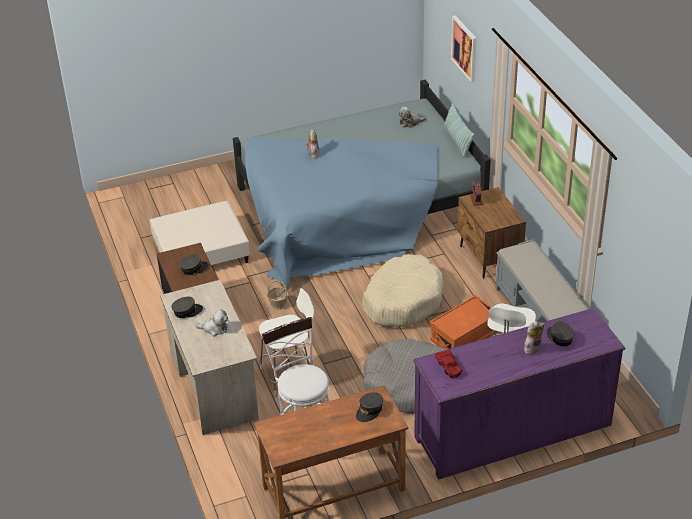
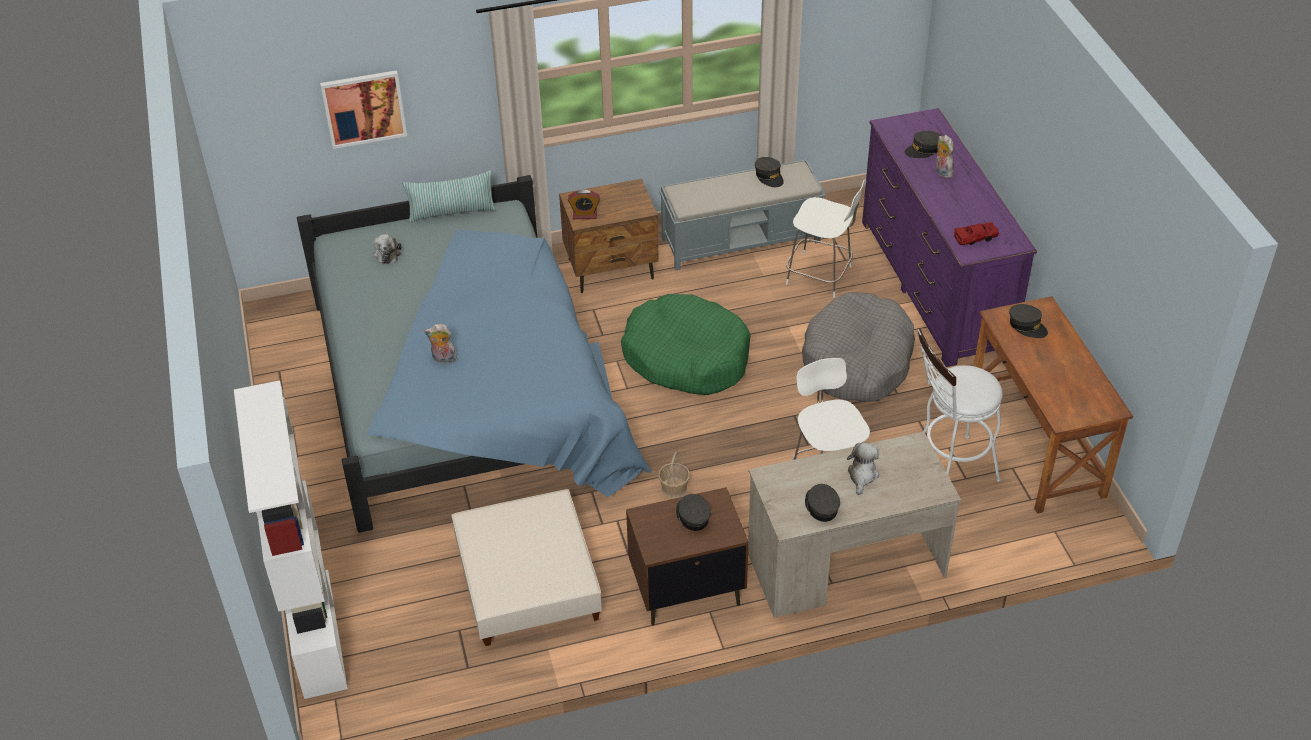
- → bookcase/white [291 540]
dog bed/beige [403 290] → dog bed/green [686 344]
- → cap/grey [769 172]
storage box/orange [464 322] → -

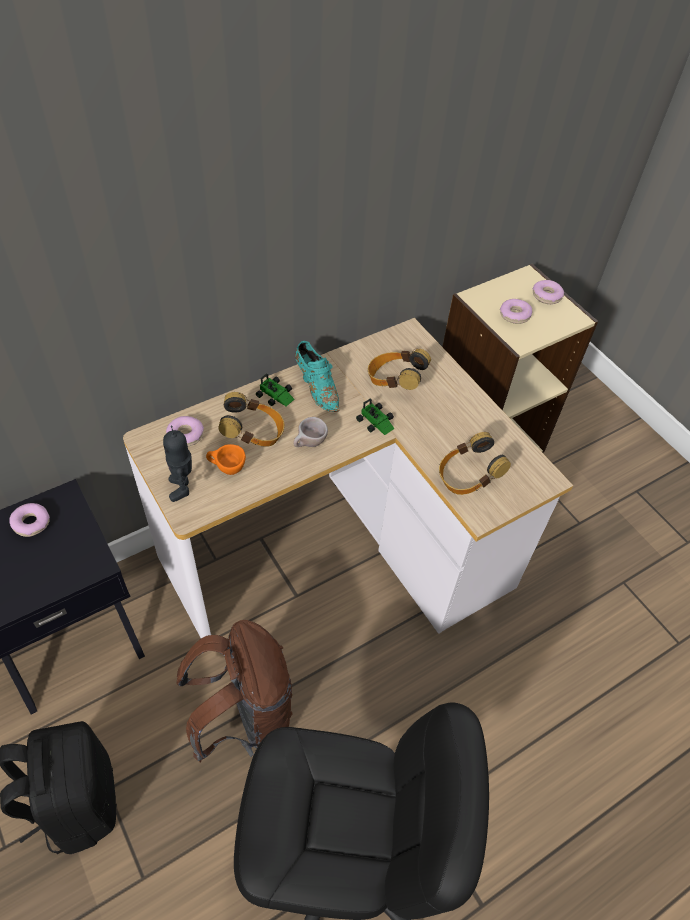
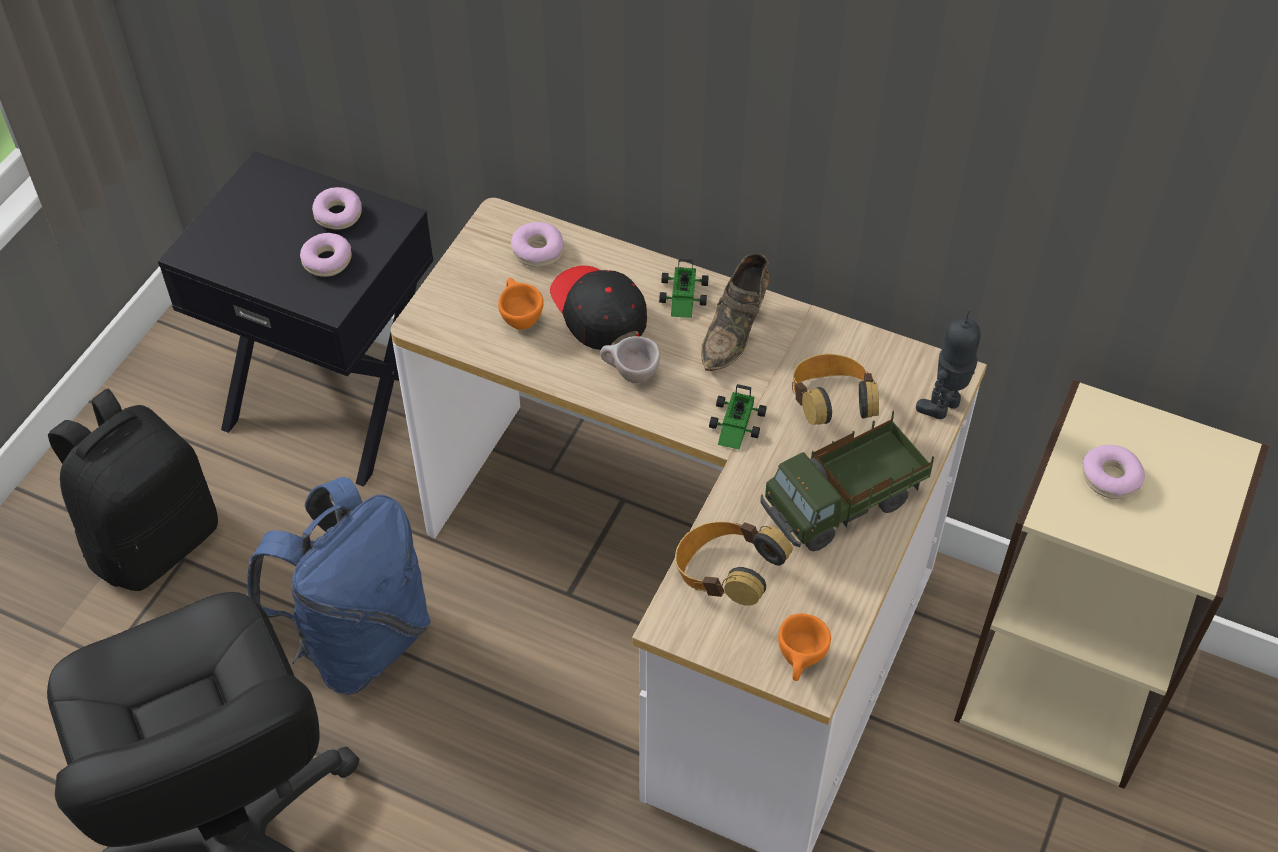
backpack/brown [234 691] → backpack/blue [339 586]
donut [548 292] → donut [326 255], shifted
headphones [251 419] → cap/black [598 308]
shoe/turquoise [317 376] → shoe/brown [735 312]
- → toy truck [847 480]
- → cup/orange [804 647]
toy robot [177 464] → toy robot [948 364], shifted

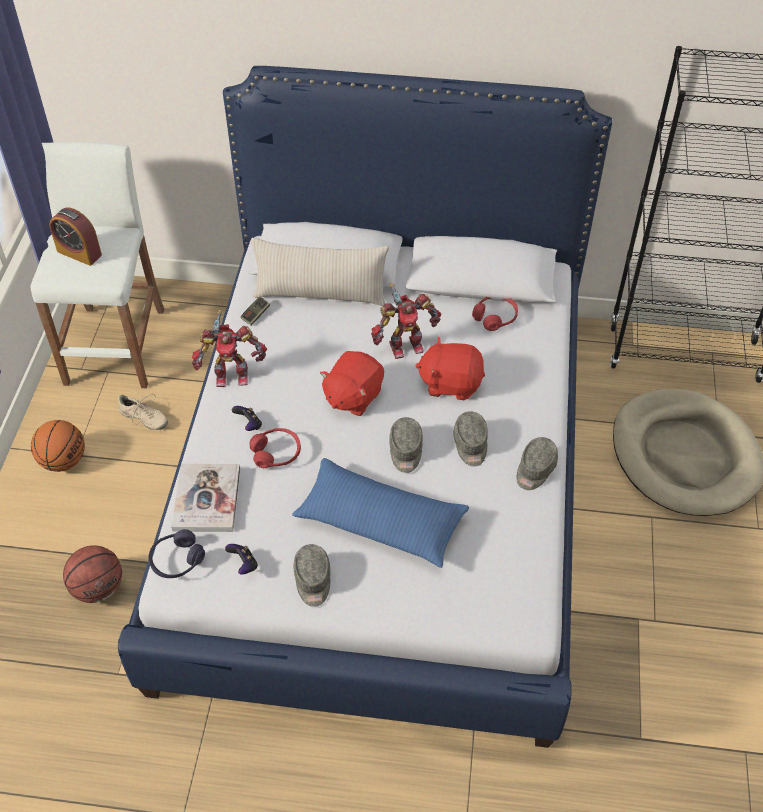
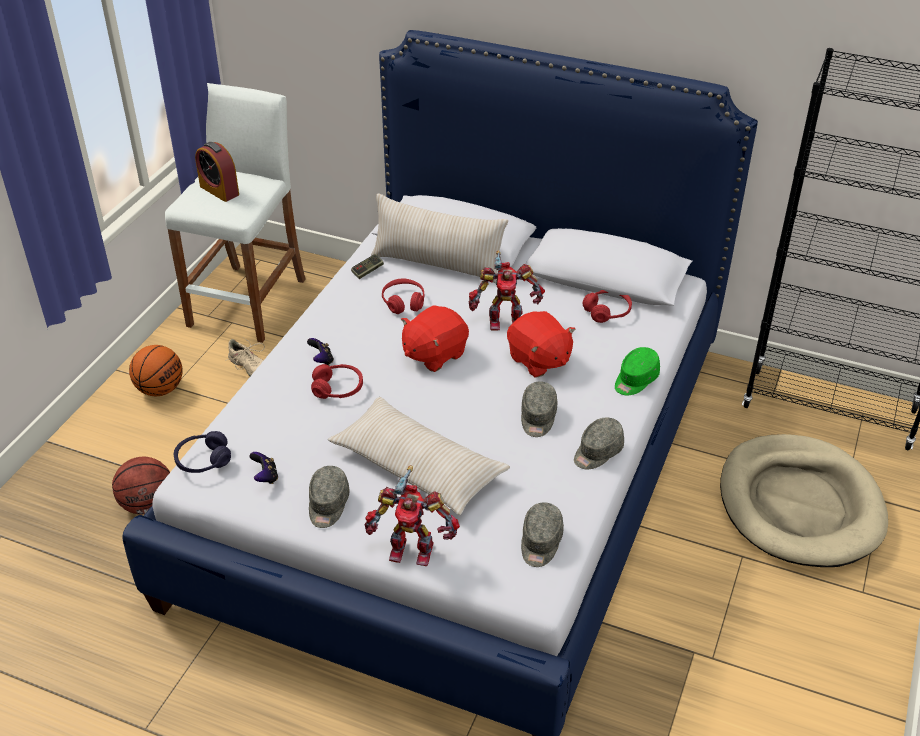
pillow/blue [380 513] → pillow/beige [419 456]
toy robot [229 348] → toy robot [412 515], shifted
- → headphones/red [403 296]
plush toy/red [450 368] → plush toy/red [541 344], 150 degrees counterclockwise
cap/grey [406 445] → cap/grey [542 534], shifted
- → cap/green [637 371]
book [205 497] → -

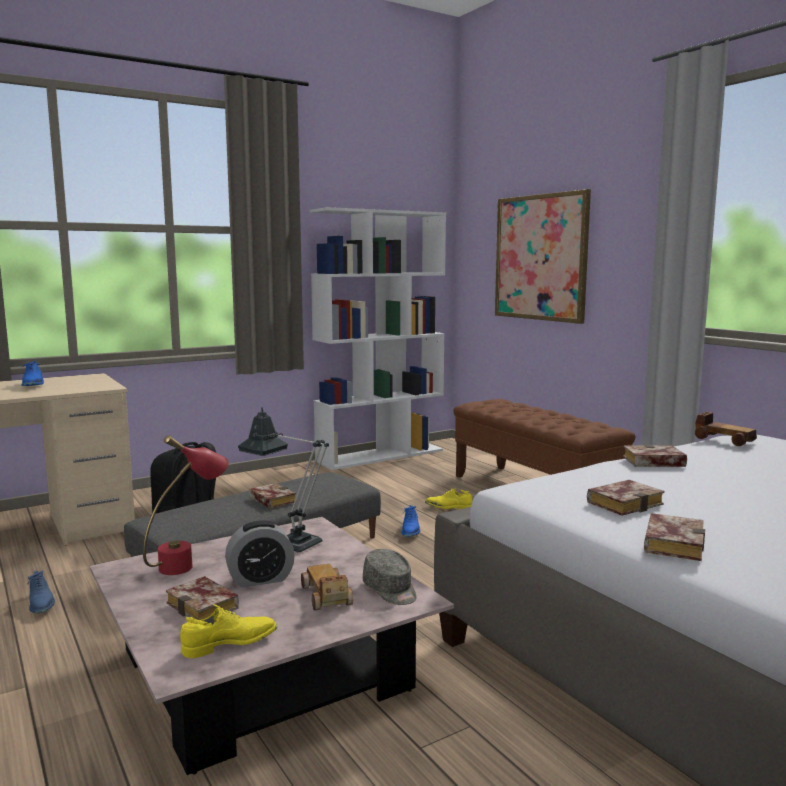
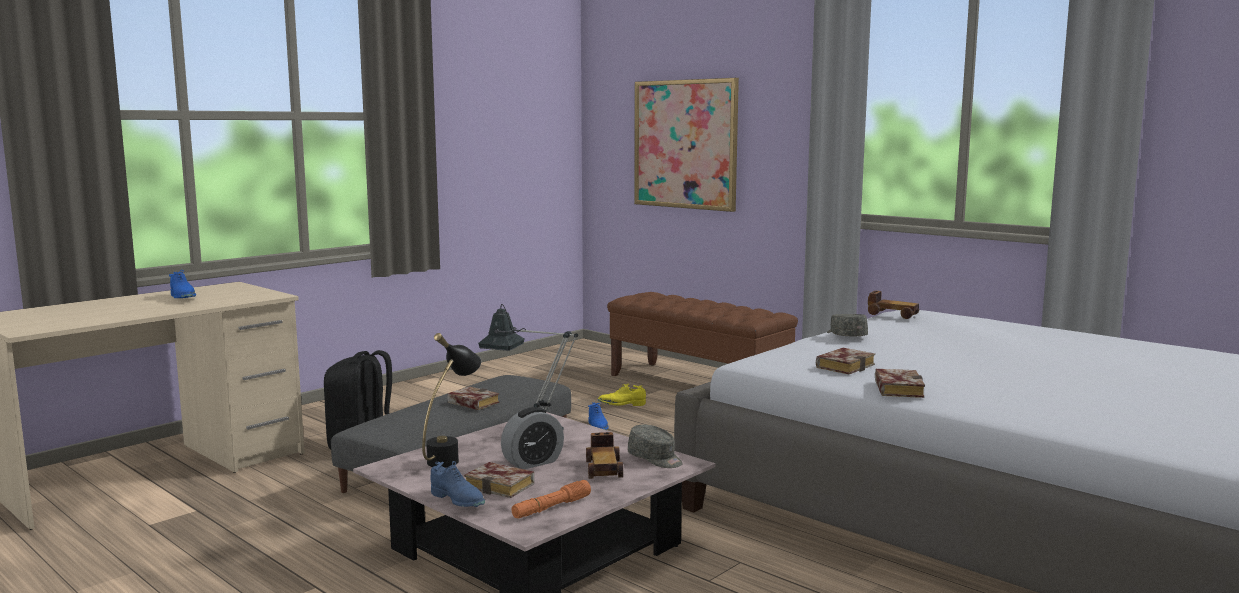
table lamp/red [186 505] → table lamp/black [451 400]
shoe/blue [41 592] → shoe/blue [458 484], shifted
shoe/yellow [228 631] → flashlight/orange [551 499]
toy car [327 587] → toy car [604 455], 150 degrees counterclockwise
book [655 455] → cap/grey [847 325]
bookcase/white [378 338] → -

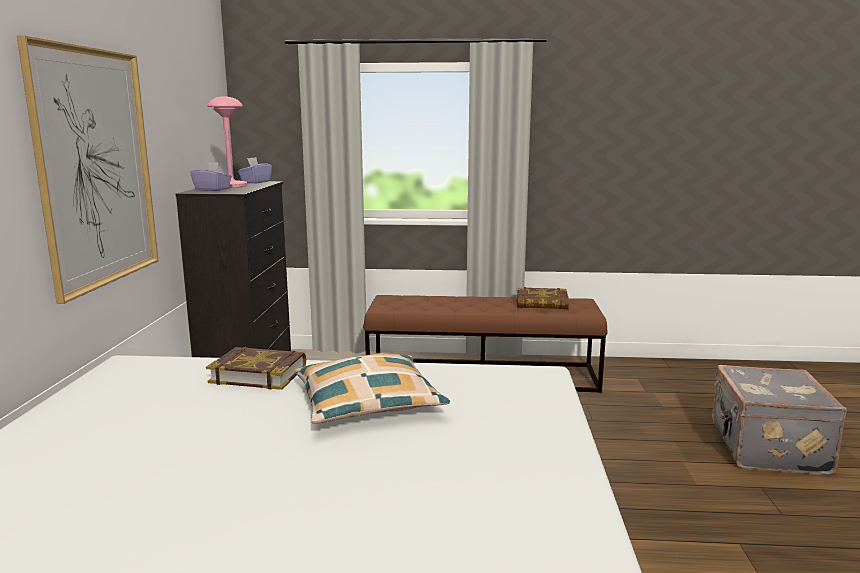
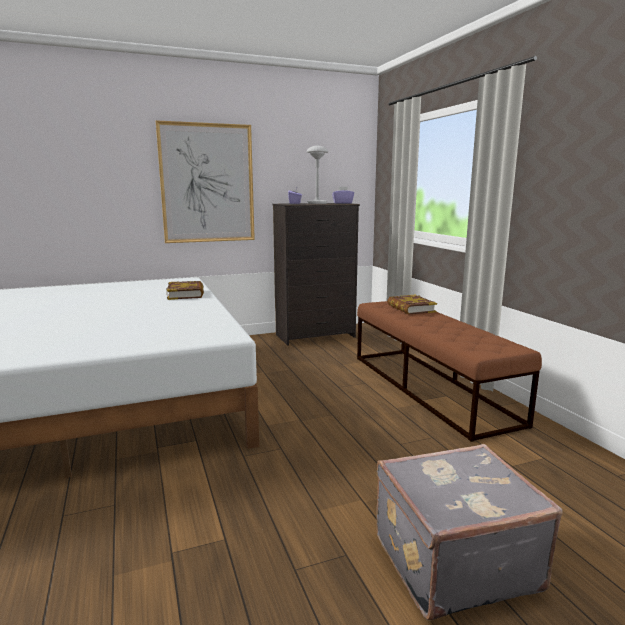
table lamp/pink [227 142] → table lamp/grey [317 175]
book [542 298] → book [412 305], shifted
pillow [372 388] → -

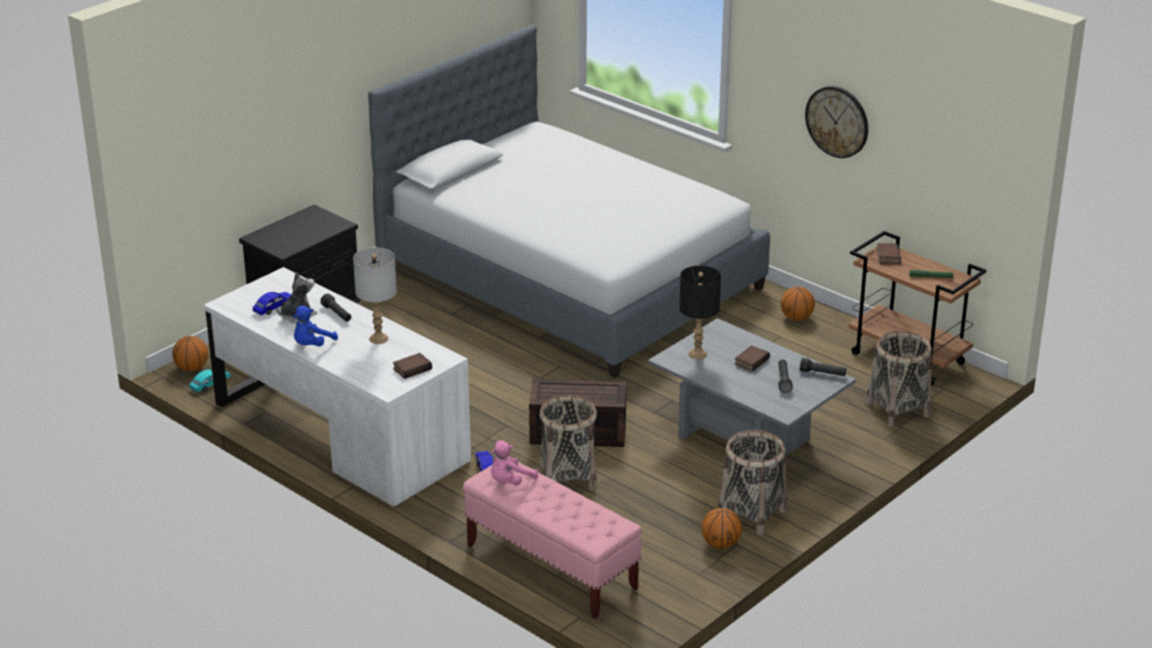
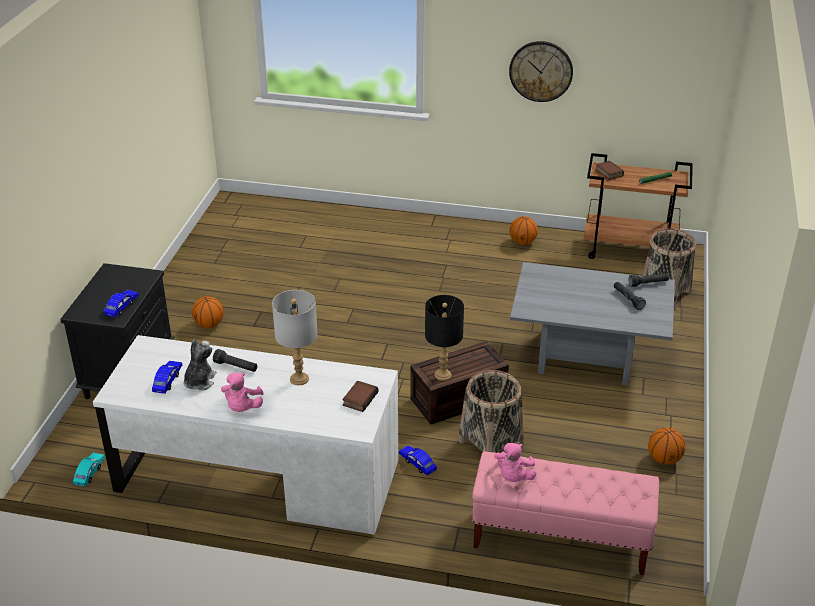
- → toy car/blue [121 303]
basketball [190 354] → basketball [208 312], shifted
plush toy/blue [315 325] → plush toy/pink [242 392]
table lamp/black [700 313] → table lamp/black [444 338], shifted
bed [569 201] → -
basket [752 482] → -
book [752 358] → -

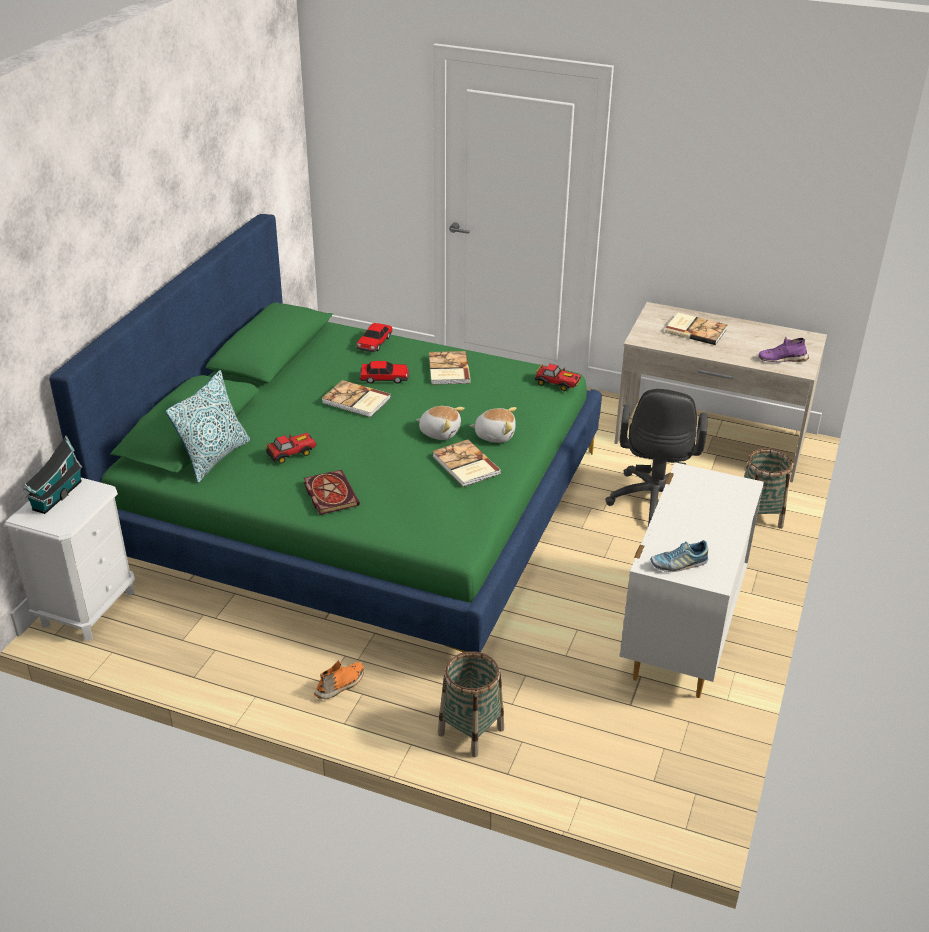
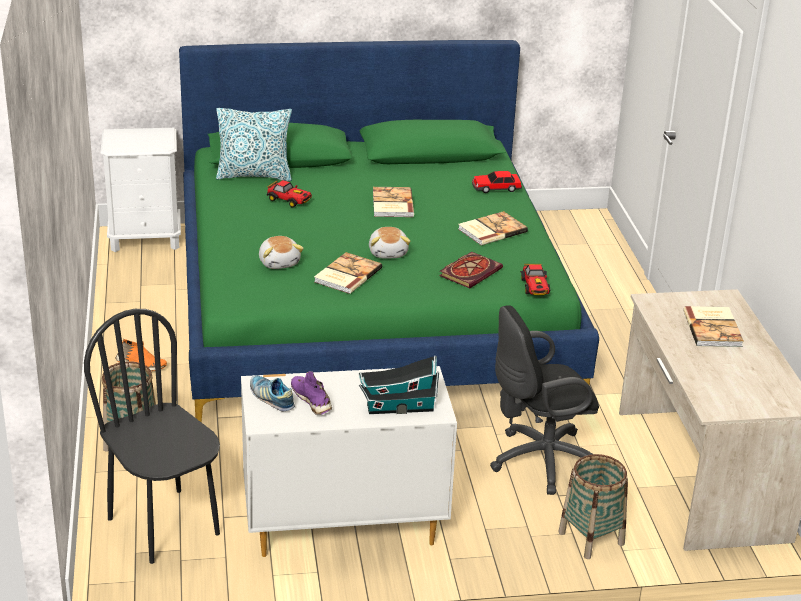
- → chair/black [152 436]
plush toy [493 425] → plush toy [281 252], shifted
shoe/purple [783 349] → shoe/purple [311 393], shifted
toy house [53 475] → toy house [399 385], shifted
book [332 492] → book [471 270], shifted
toy car [384 372] → -

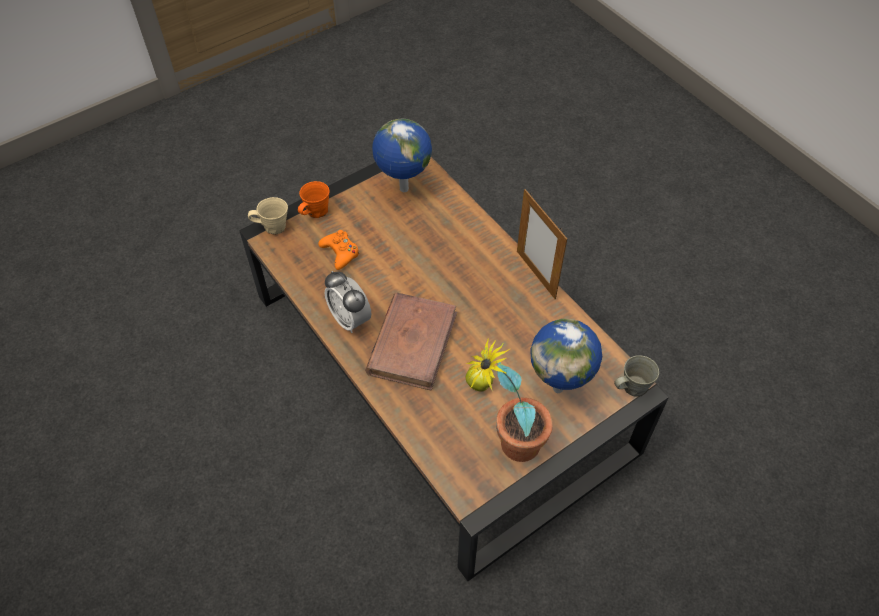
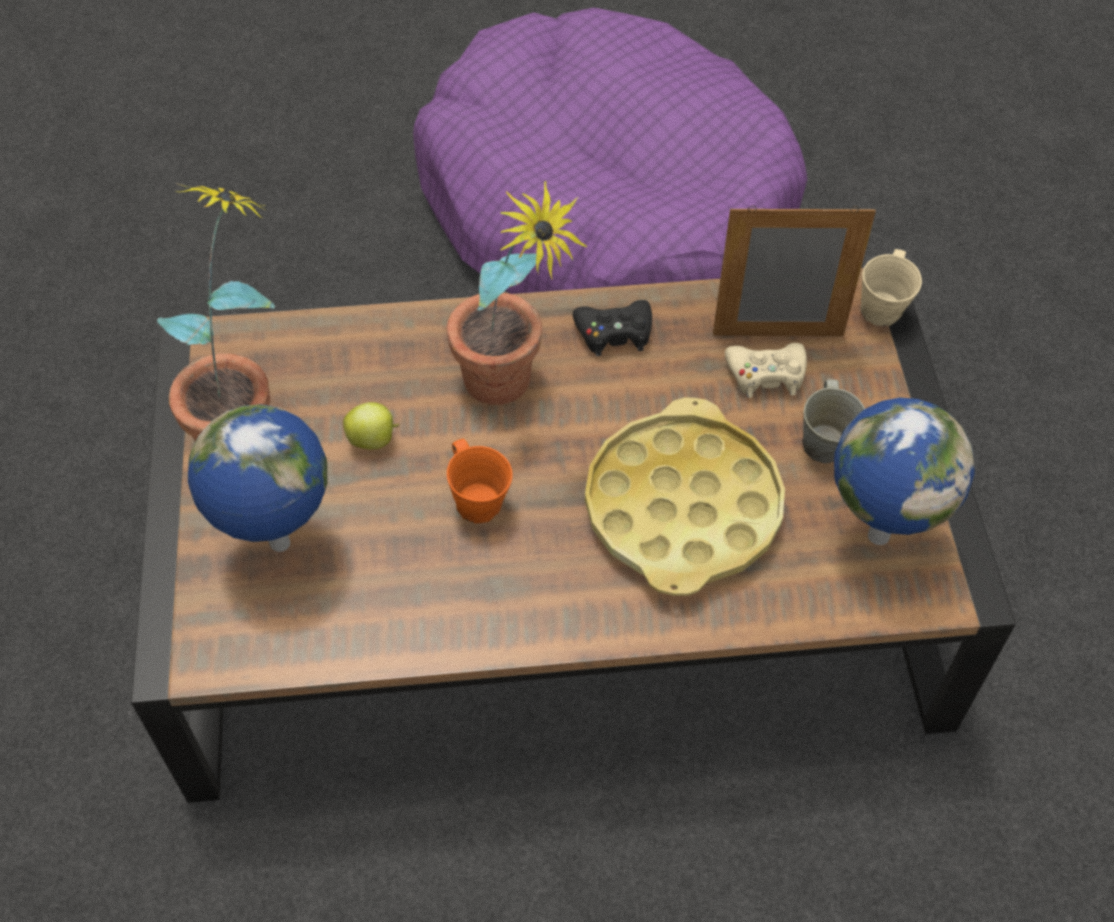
- → dog bed/purple [610 151]
book/brown [411 341] → potted plant [517 293]
mug/orange [313 199] → mug/orange [480 481], shifted
alarm clock [348 302] → game controller/black [612 328]
- → tray/yellow [685 496]
picture frame [542 244] → picture frame [794 271], shifted
game controller/orange [339 250] → game controller/beige [766 370]
mug/grey [636 375] → mug/grey [833 421], shifted

